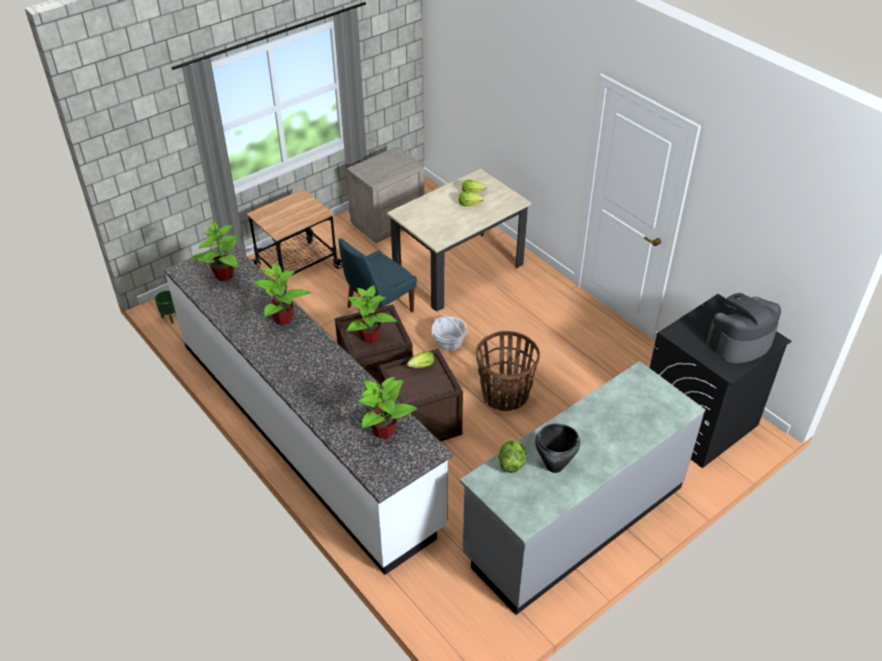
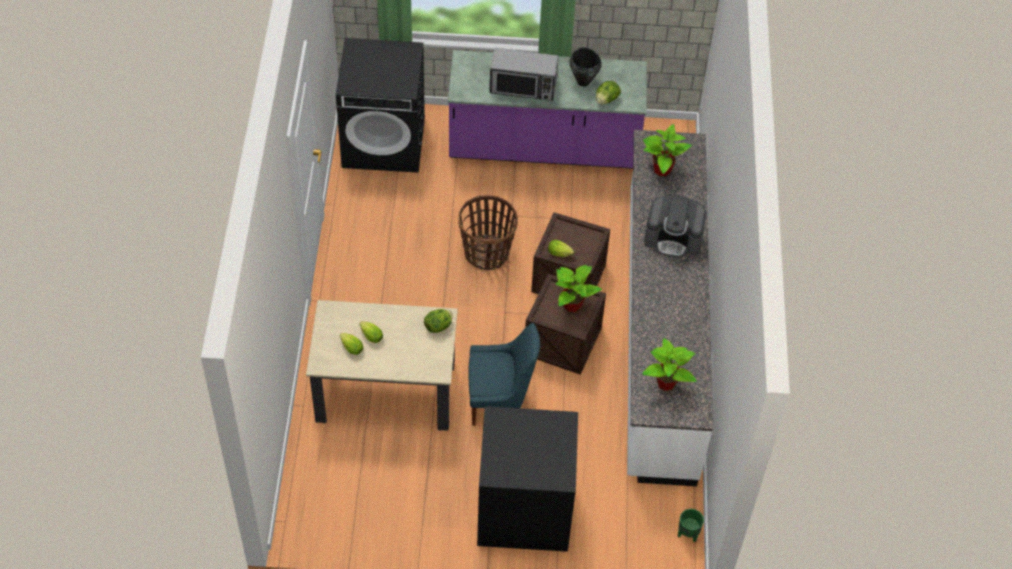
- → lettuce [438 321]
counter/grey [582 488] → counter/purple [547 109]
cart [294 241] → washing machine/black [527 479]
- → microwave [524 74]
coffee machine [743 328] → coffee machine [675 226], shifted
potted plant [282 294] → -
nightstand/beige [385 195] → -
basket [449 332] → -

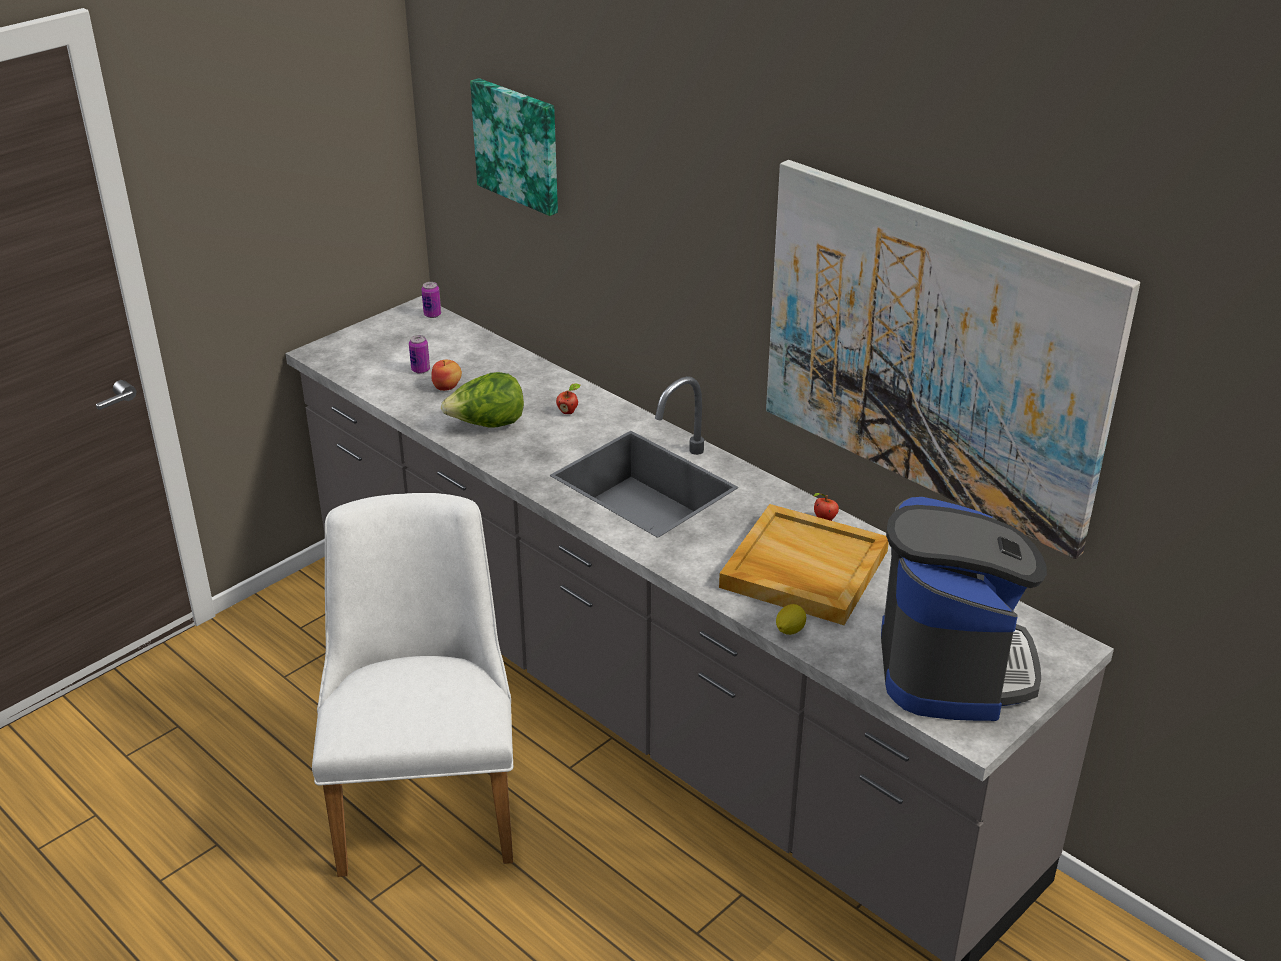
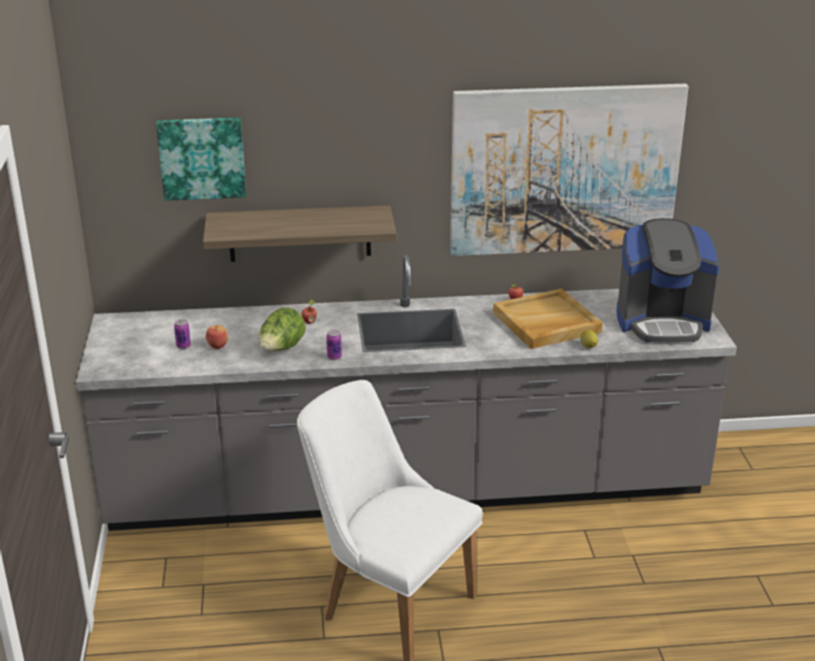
- → shelf [300 233]
can [431 300] → can [334 345], shifted
coffee machine [964 609] → coffee machine [668 280], 135 degrees clockwise

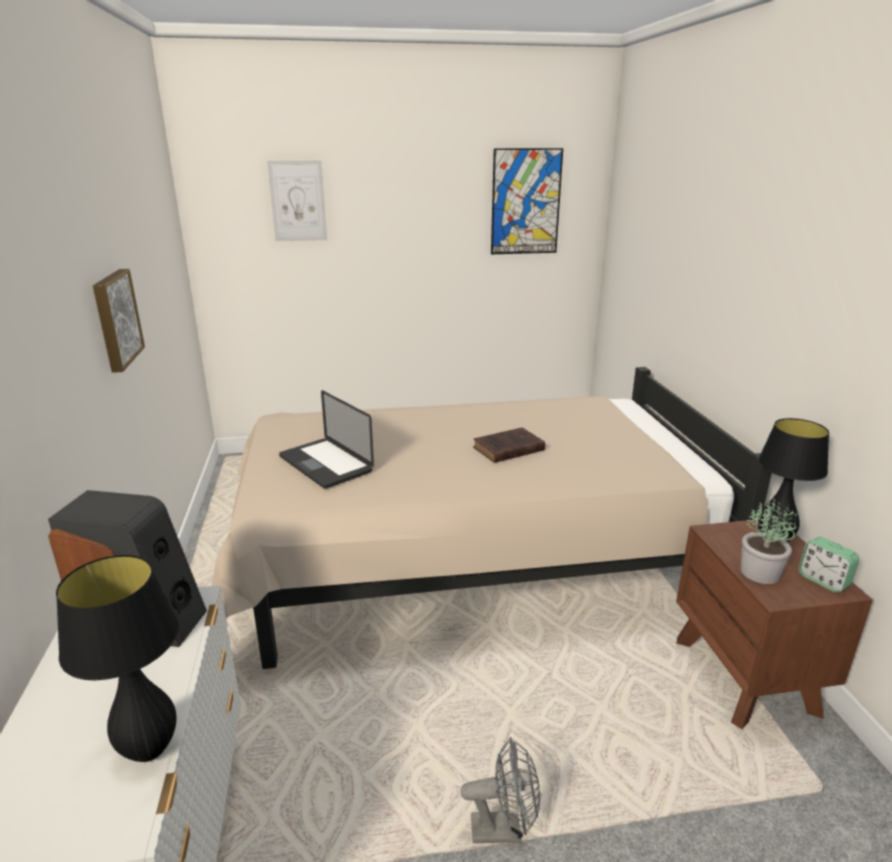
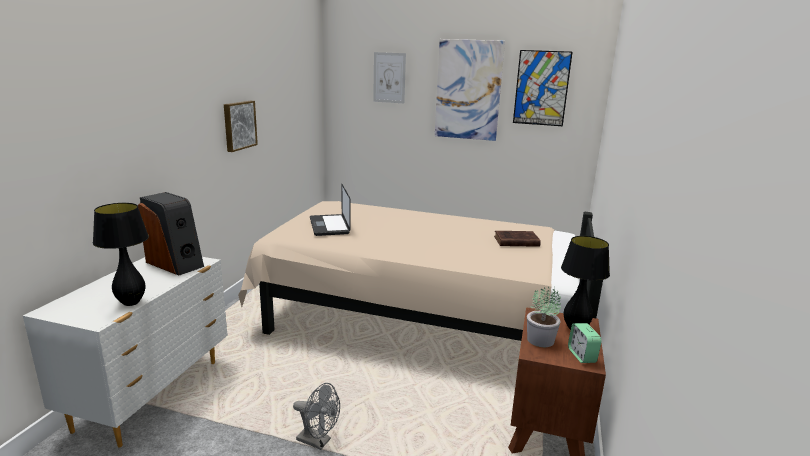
- → picture [470 90]
book/brown [509 445] → book/brown [517 239], shifted

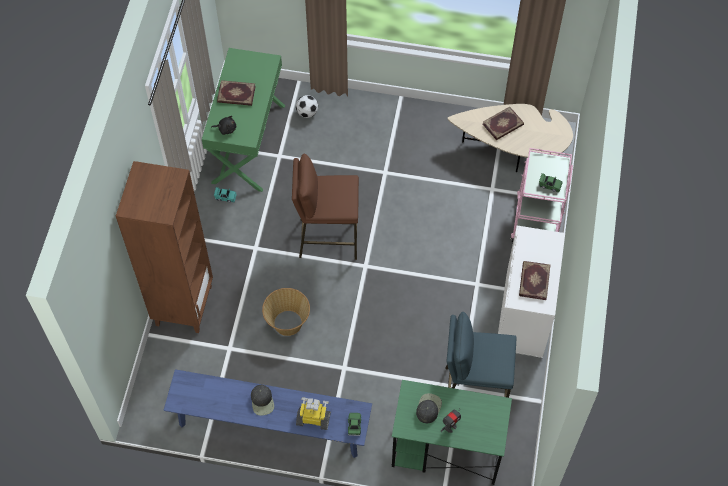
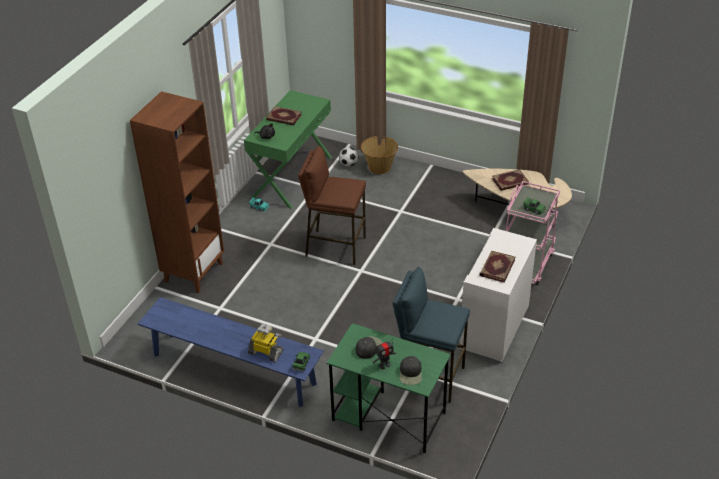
basket [286 312] → basket [379 155], shifted
cap/black [262 400] → cap/black [411 370], shifted

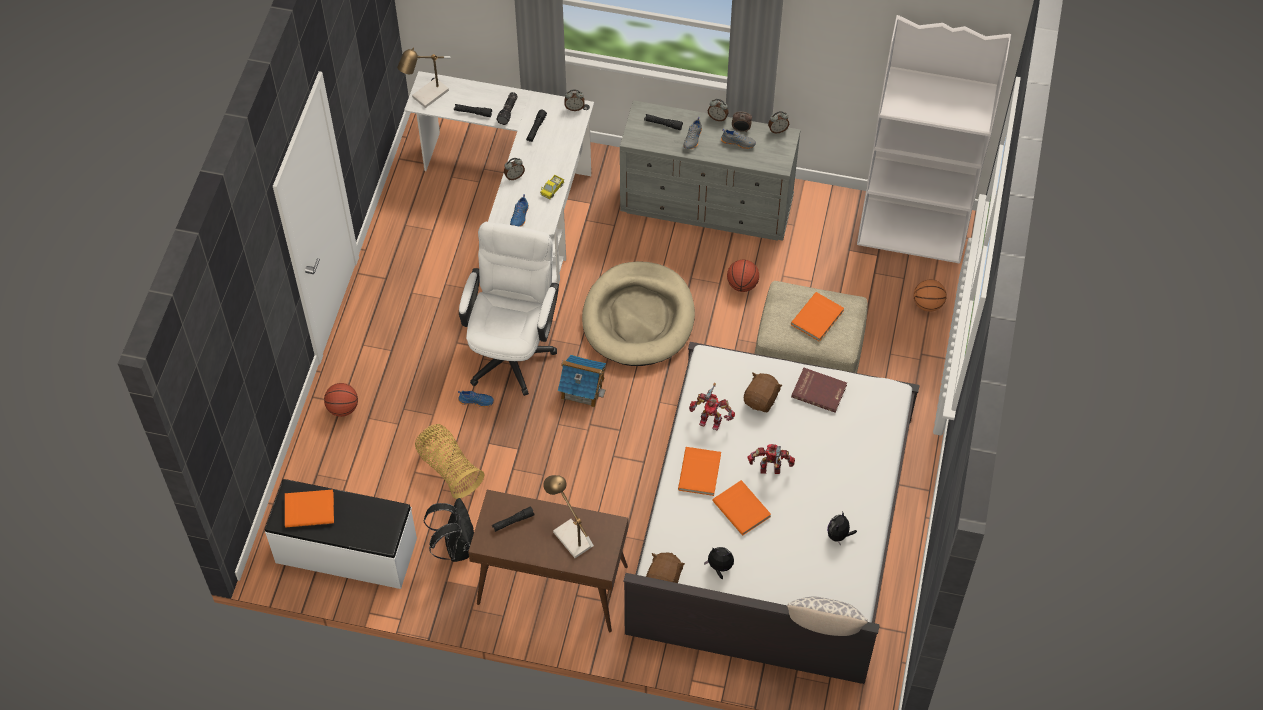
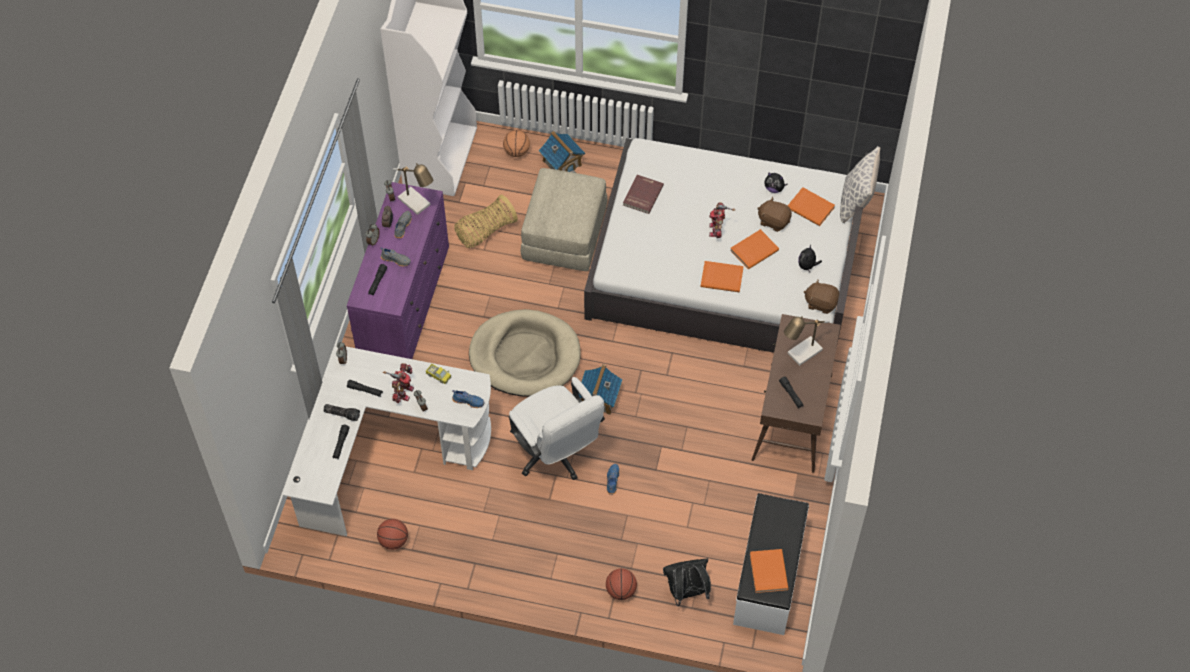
dresser/grey [710 170] → dresser/purple [398 270]
basketball [743 276] → basketball [392 534], shifted
toy robot [712 406] → toy robot [398 383], shifted
table lamp [424 78] → table lamp [413 189], shifted
basket [449 461] → basket [486 221], shifted
office chair/white [509 309] → office chair/white [557 428], 135 degrees counterclockwise
- → toy house [561 152]
backpack/black [449 530] → backpack/black [687 582], shifted
plush toy/brown [763 392] → plush toy/brown [774 214], shifted
book/orange [817 317] → book/orange [811 206], shifted

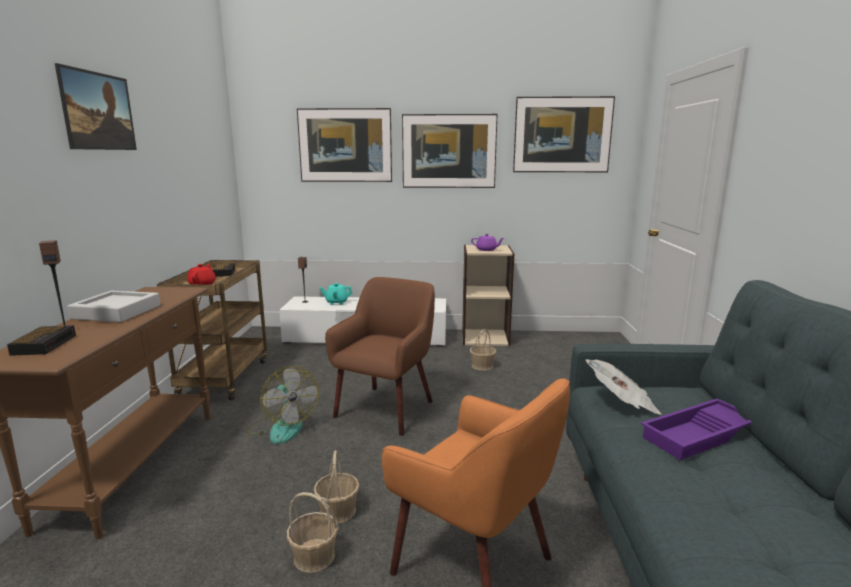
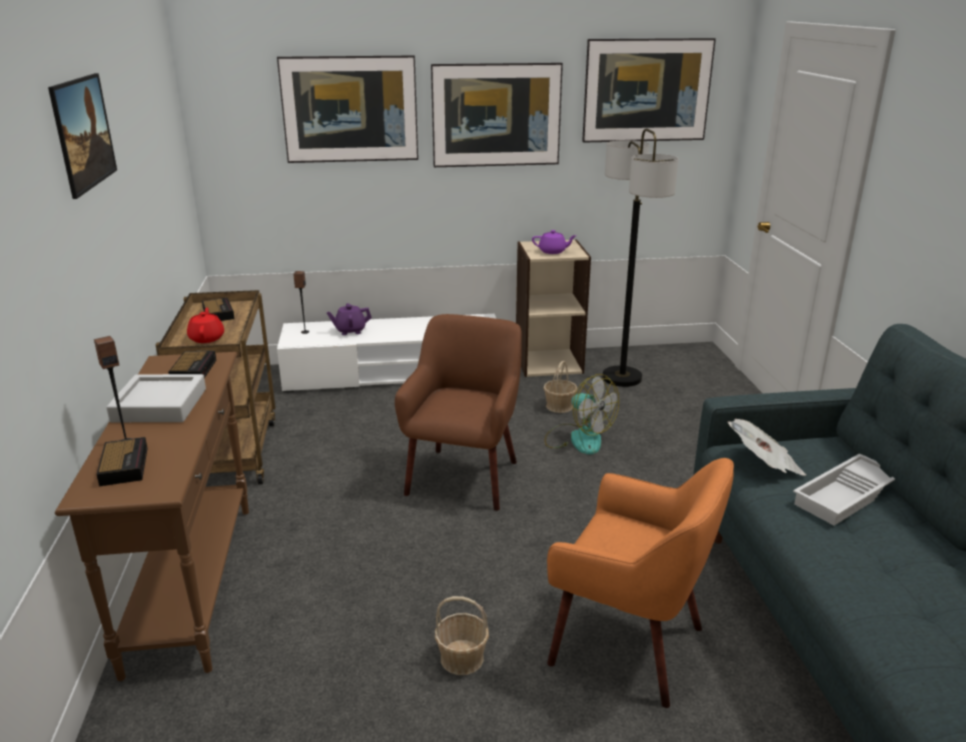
- → alarm clock [192 364]
teapot/turquoise [336 294] → teapot/purple [349 319]
fan [282 405] → fan [581 414], shifted
- → floor lamp [641 257]
tray/purple [696 429] → tray/white [844 489]
basket [336 487] → -

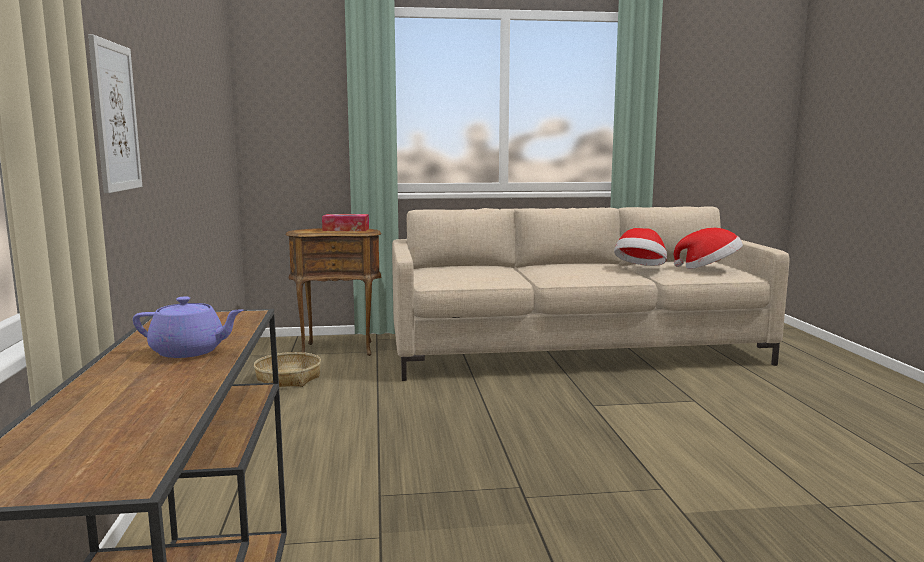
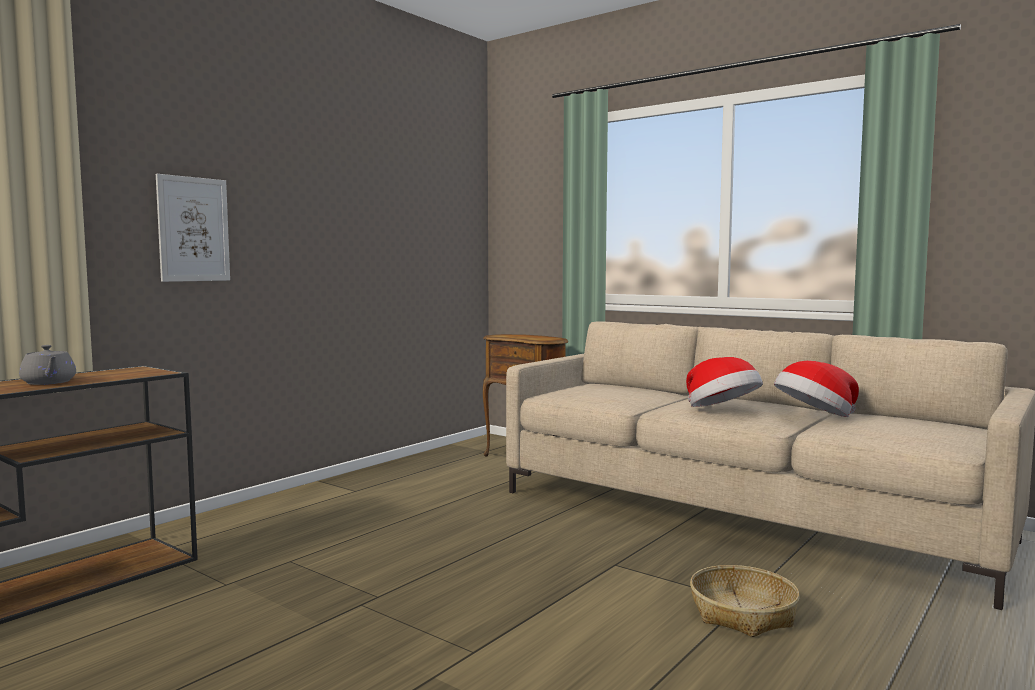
teapot/purple [188 327] → teapot/grey [47 365]
hat [708 248] → hat [724 382], shifted
basket [287 369] → basket [745 601], shifted
tissue box [345 222] → -

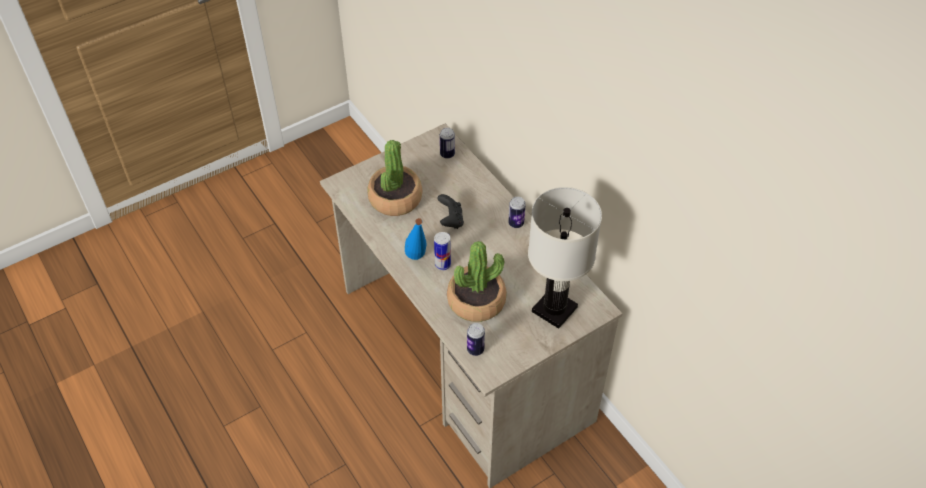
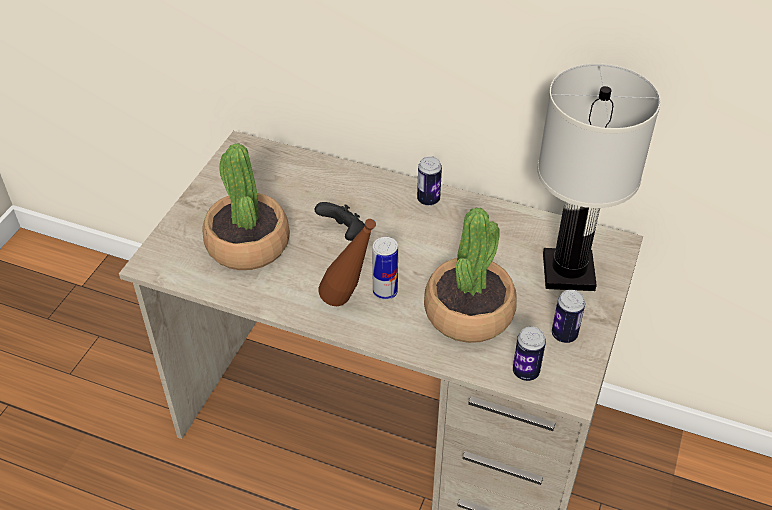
bottle/blue [416 239] → bottle/brown [347 262]
can [447 143] → can [568 316], shifted

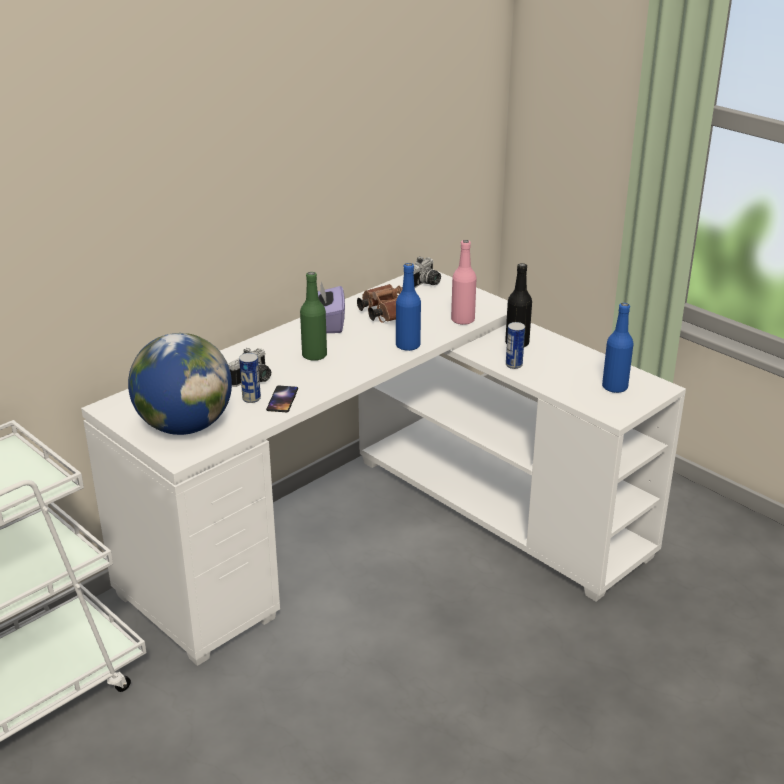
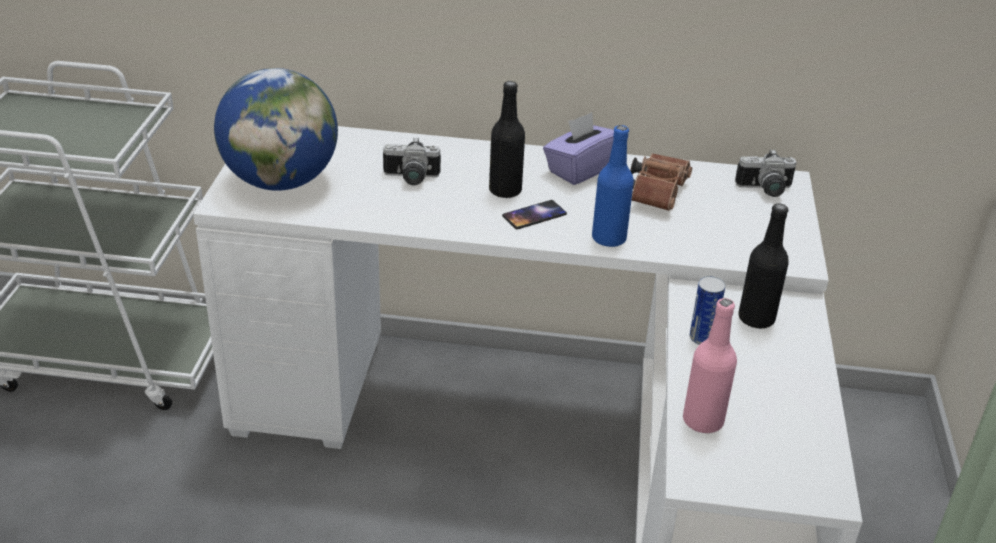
bottle/green [313 316] → bottle/black [507 139]
phone [282 398] → phone [534 214], shifted
bottle/pink [464 282] → bottle/pink [710 365], shifted
can [250 378] → -
bottle/blue [617 348] → -

